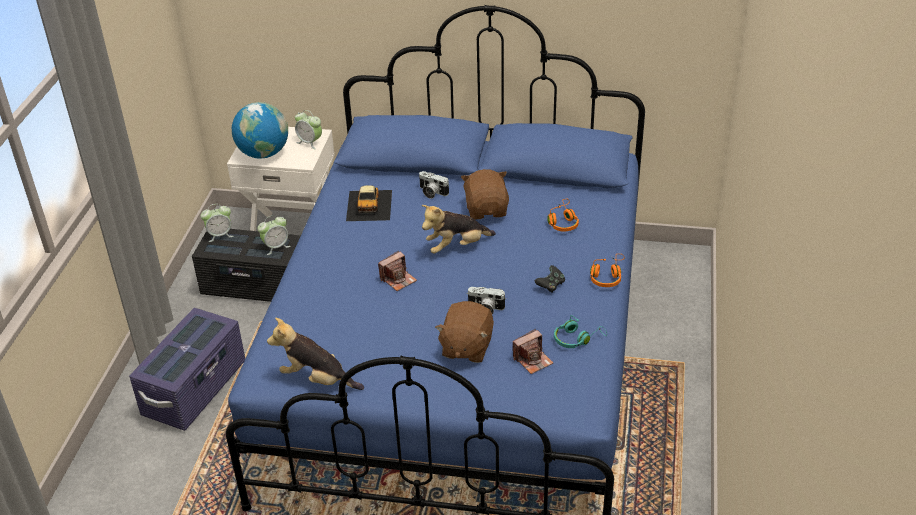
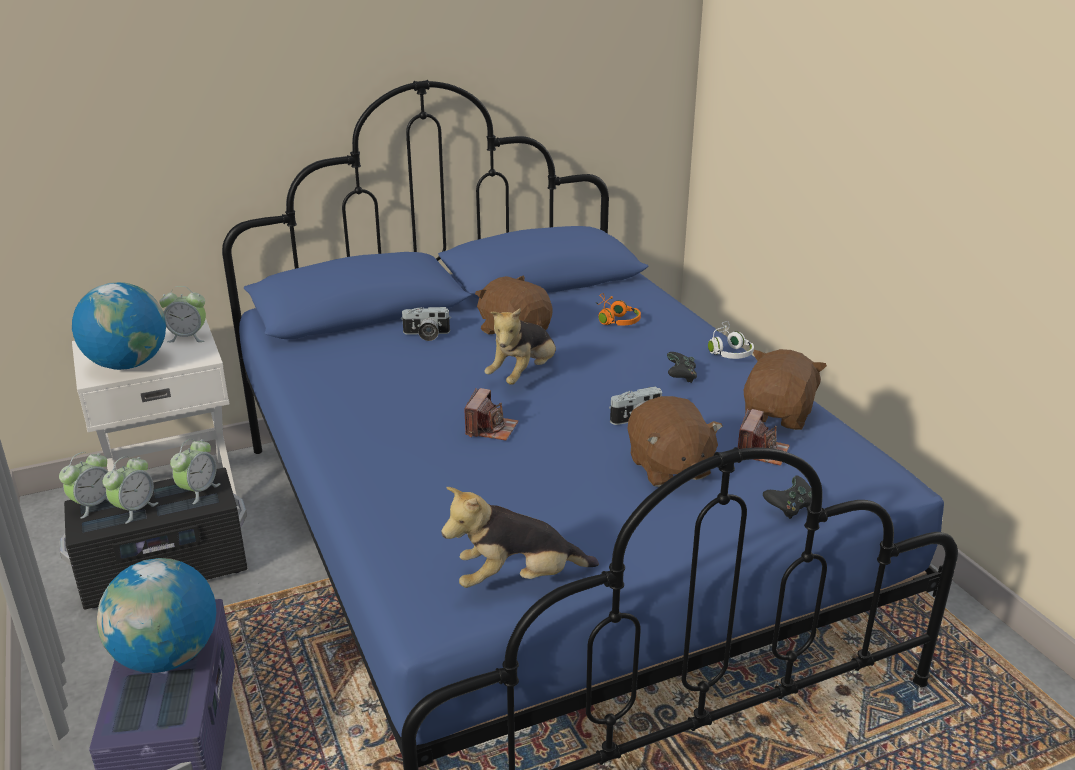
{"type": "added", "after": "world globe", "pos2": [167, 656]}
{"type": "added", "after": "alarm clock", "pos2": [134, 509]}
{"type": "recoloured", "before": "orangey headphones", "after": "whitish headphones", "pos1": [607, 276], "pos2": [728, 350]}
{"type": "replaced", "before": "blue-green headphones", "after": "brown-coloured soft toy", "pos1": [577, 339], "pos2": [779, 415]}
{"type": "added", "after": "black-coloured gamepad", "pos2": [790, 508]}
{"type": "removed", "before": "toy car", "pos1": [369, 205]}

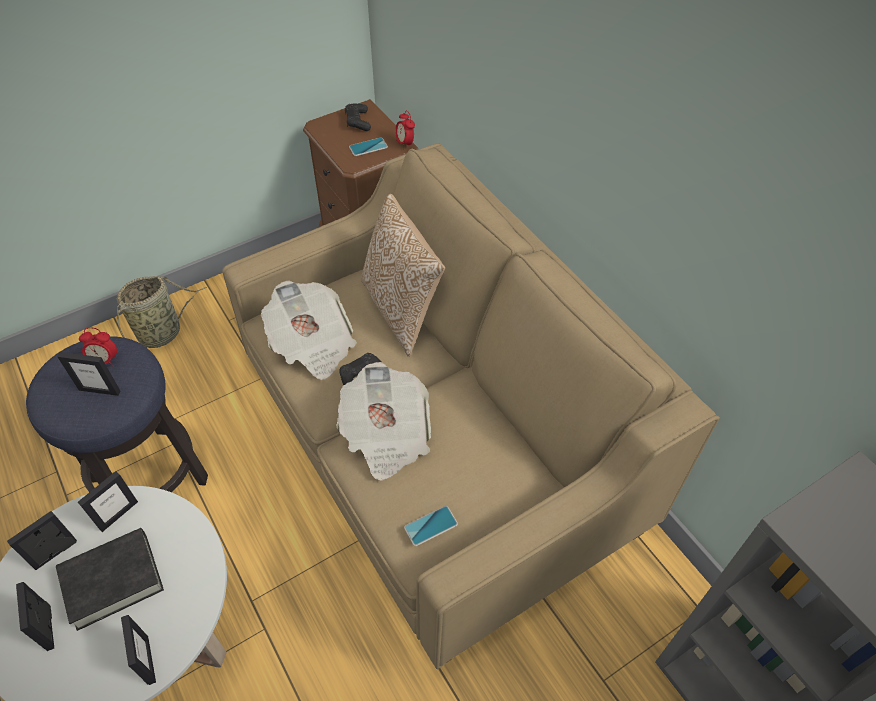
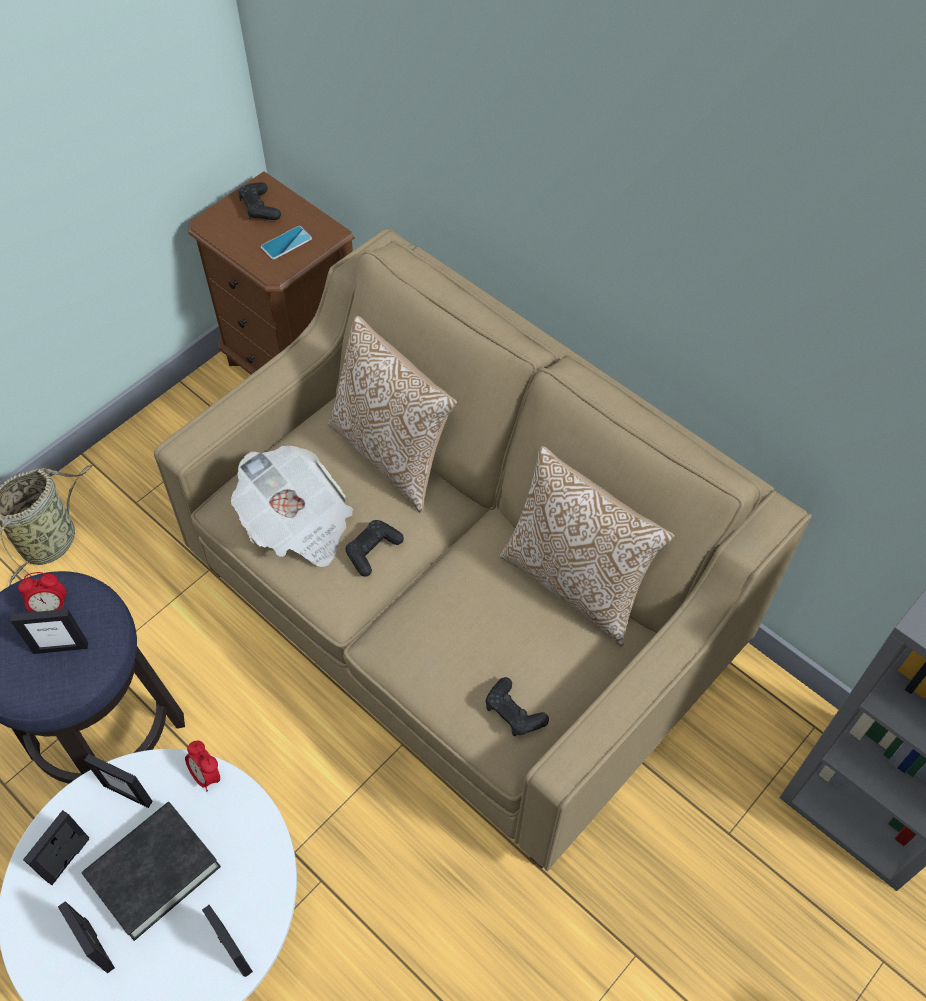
{"type": "turned", "before": "photo frame", "pos1": [118, 514], "pos2": [128, 793], "turn": 90}
{"type": "moved", "before": "alarm clock", "pos1": [405, 144], "pos2": [207, 775]}
{"type": "replaced", "before": "handset", "after": "black-coloured gamepad", "pos1": [430, 526], "pos2": [514, 712]}
{"type": "added", "after": "pillow", "pos2": [576, 582]}
{"type": "removed", "before": "newspaper", "pos1": [386, 436]}

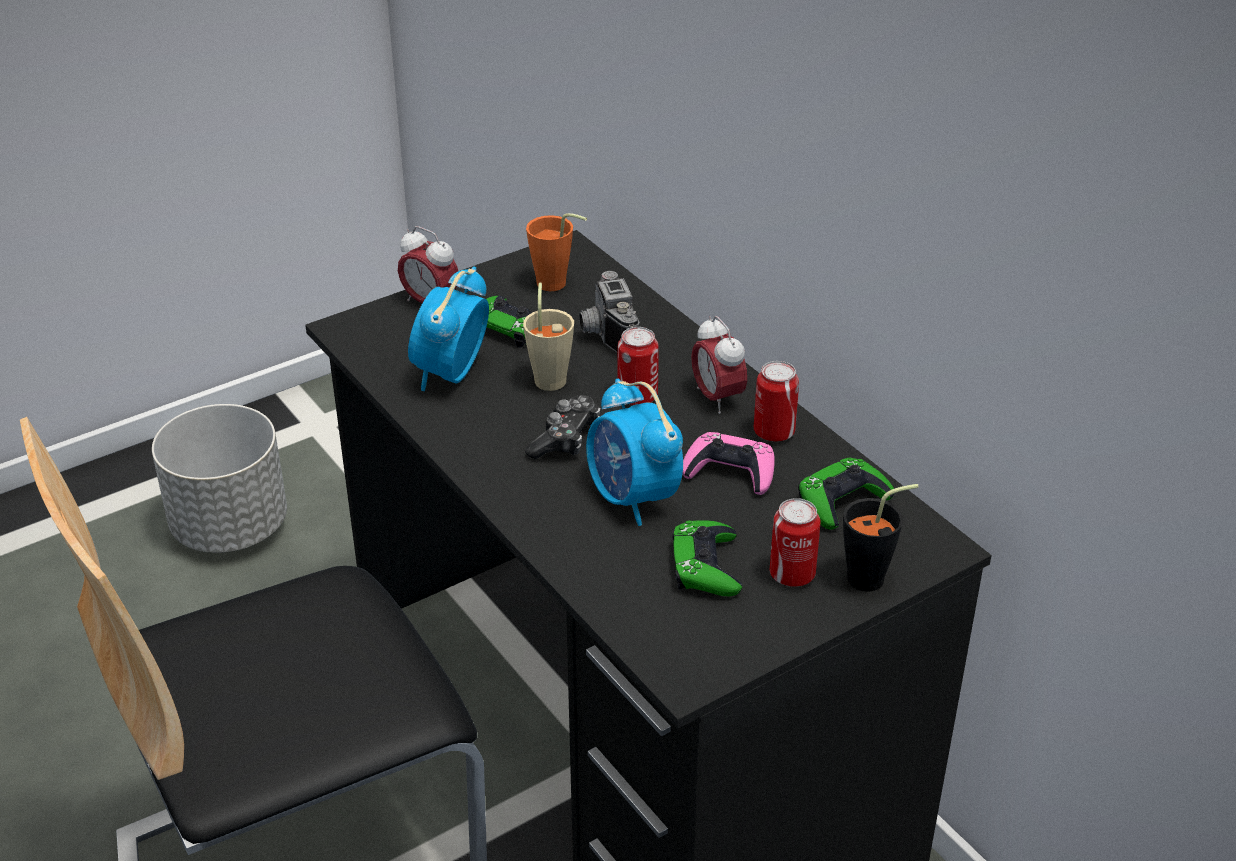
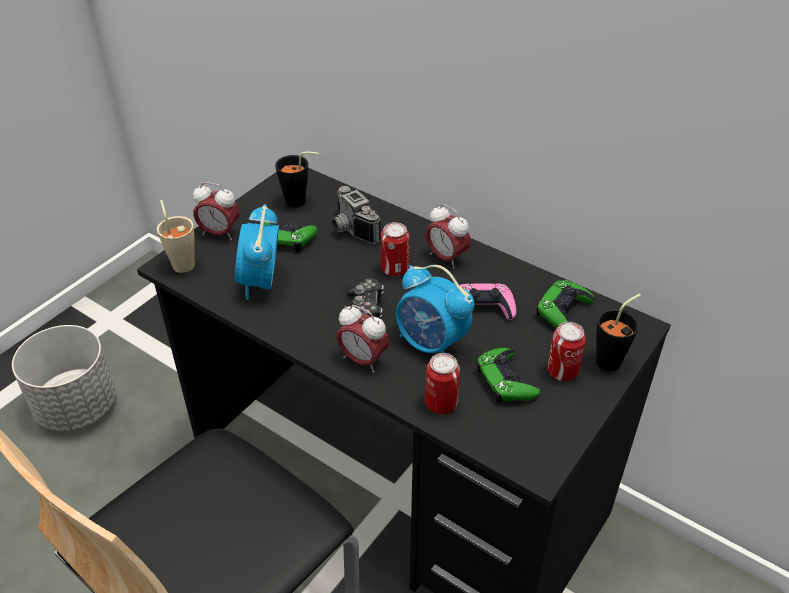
{"type": "moved", "before": "sand-coloured drinking cup", "pos1": [550, 376], "pos2": [182, 262]}
{"type": "recoloured", "before": "orangey drinking cup", "after": "black-coloured drinking cup", "pos1": [557, 285], "pos2": [300, 202]}
{"type": "added", "after": "alarm clock", "pos2": [363, 360]}
{"type": "moved", "before": "can", "pos1": [774, 432], "pos2": [441, 403]}

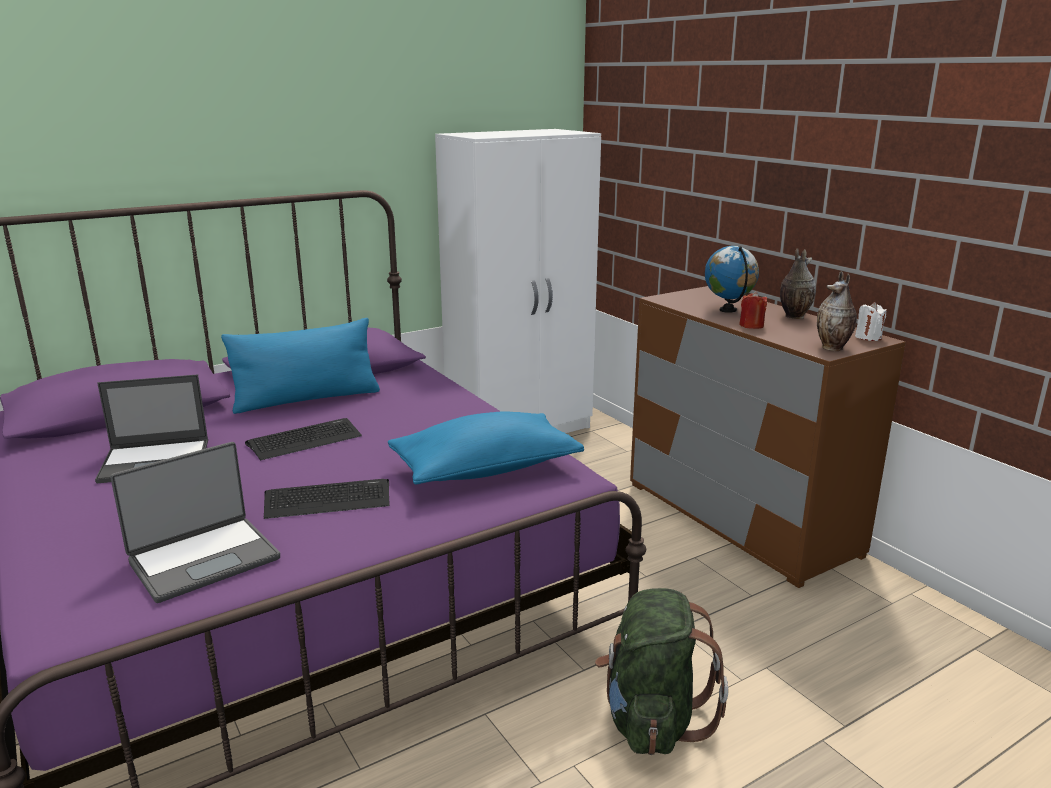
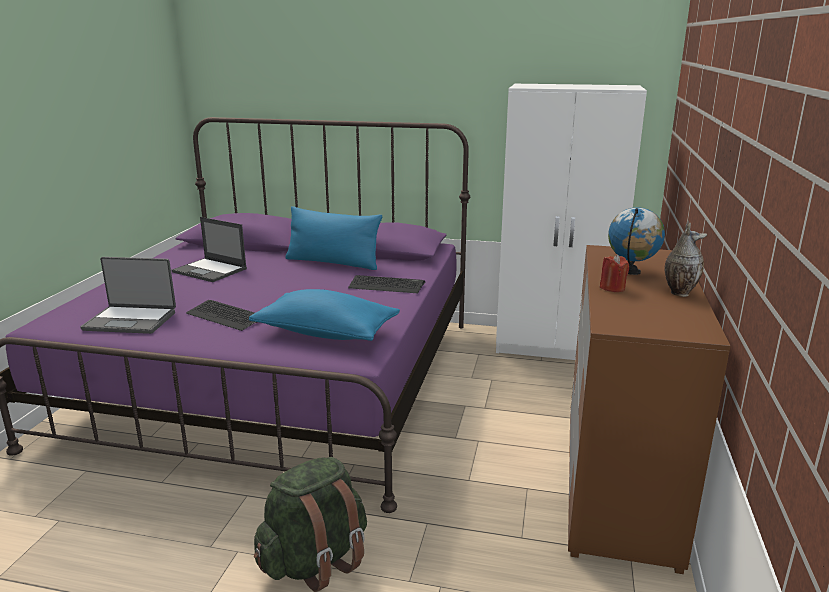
{"type": "moved", "before": "PC keyboard", "pos1": [305, 440], "pos2": [386, 285]}
{"type": "removed", "before": "vase", "pos1": [833, 348]}
{"type": "removed", "before": "whitish wax candle", "pos1": [868, 337]}

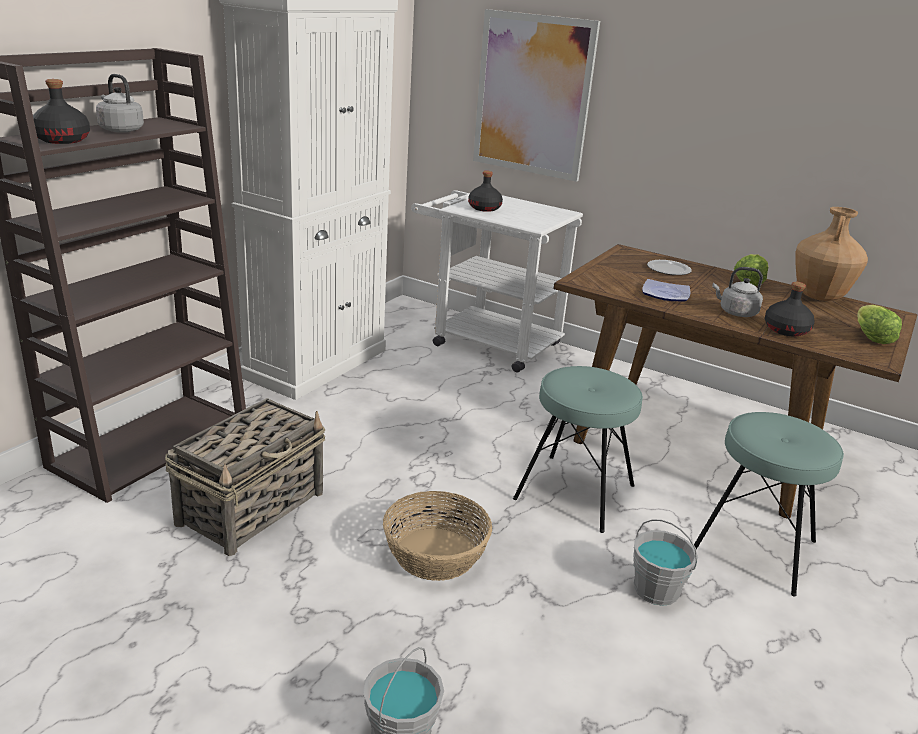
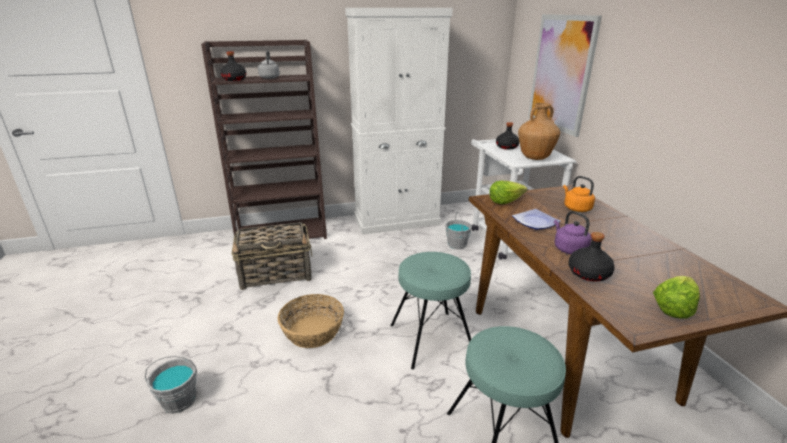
{"type": "moved", "before": "gray water bucket", "pos1": [657, 589], "pos2": [457, 244]}
{"type": "moved", "before": "lettuce", "pos1": [749, 281], "pos2": [505, 201]}
{"type": "moved", "before": "brown-coloured vase", "pos1": [818, 297], "pos2": [535, 158]}
{"type": "recoloured", "before": "gray tea kettle", "after": "purple-coloured tea kettle", "pos1": [735, 312], "pos2": [568, 249]}
{"type": "replaced", "before": "flat dish", "after": "orangey tea kettle", "pos1": [668, 270], "pos2": [576, 208]}

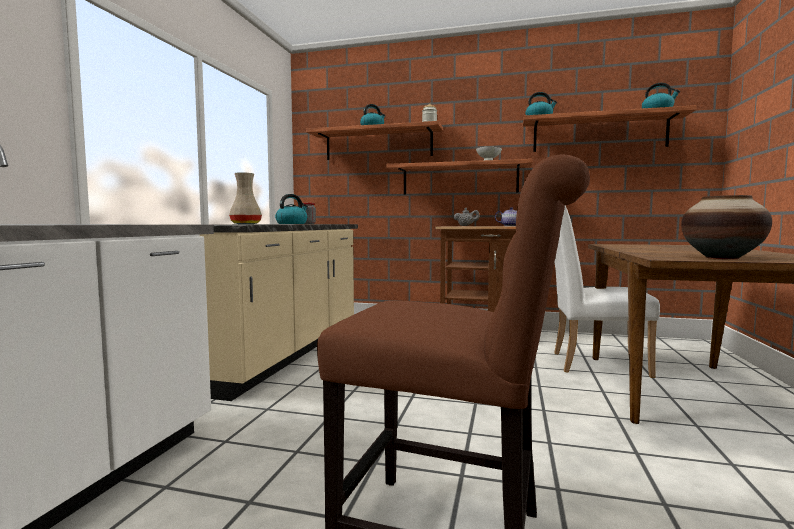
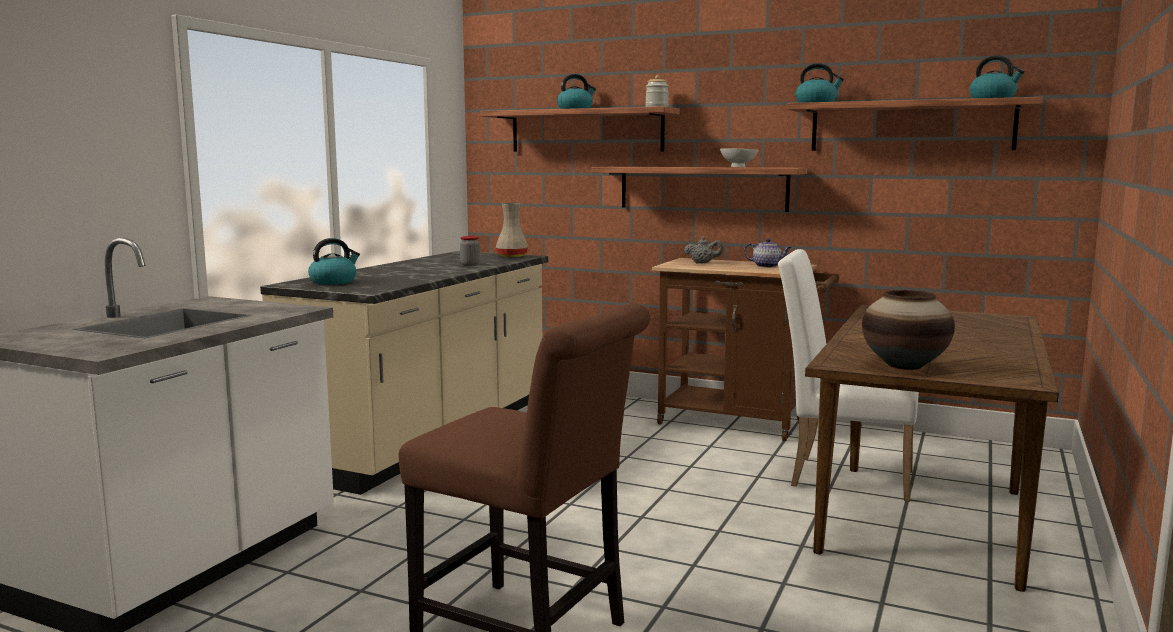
{"type": "moved", "before": "tea kettle", "pos1": [292, 224], "pos2": [334, 282]}
{"type": "moved", "before": "sand-coloured vase", "pos1": [246, 224], "pos2": [512, 256]}

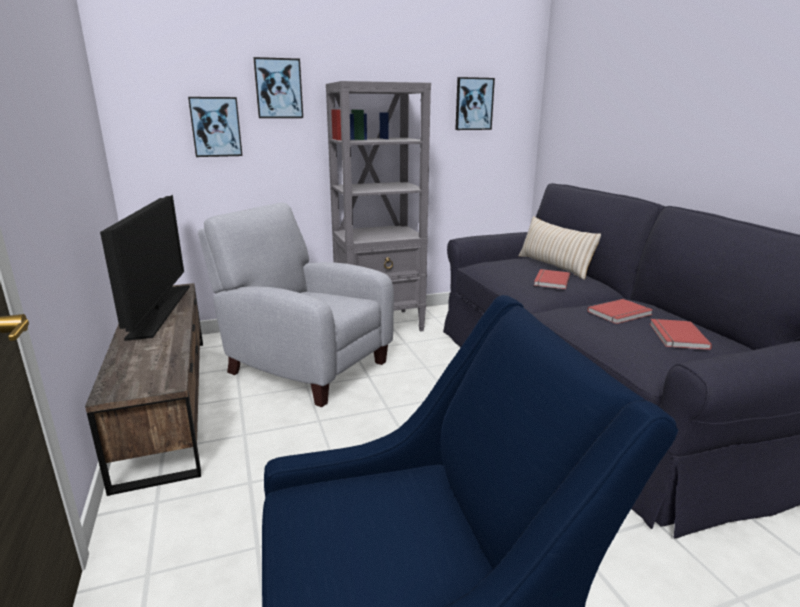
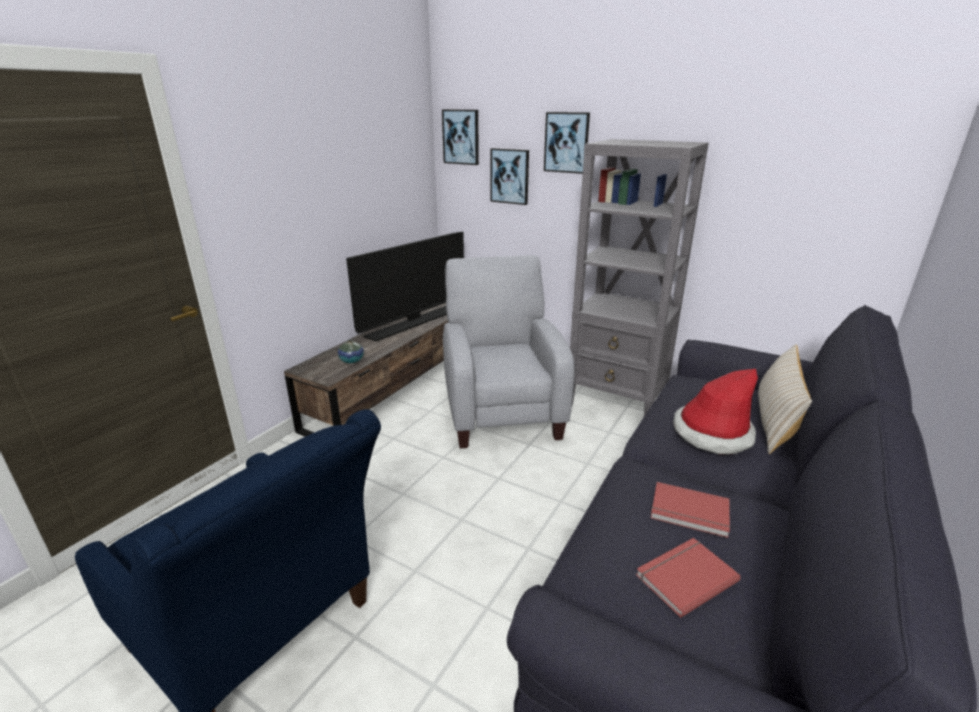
{"type": "added", "after": "vase", "pos2": [351, 360]}
{"type": "moved", "before": "wall picture", "pos1": [474, 104], "pos2": [461, 137]}
{"type": "replaced", "before": "reddish volume", "after": "hat", "pos1": [550, 281], "pos2": [712, 434]}

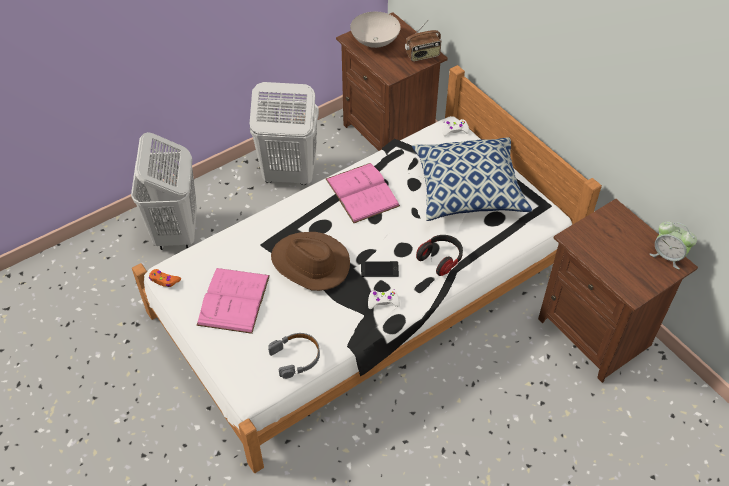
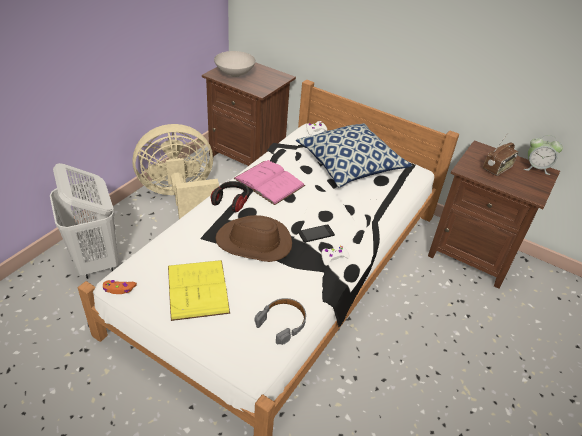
{"type": "replaced", "before": "whitish washing basket", "after": "sand-coloured cooling fan", "pos1": [289, 174], "pos2": [180, 197]}
{"type": "recoloured", "before": "pink-coloured volume", "after": "yellowish volume", "pos1": [233, 300], "pos2": [197, 289]}
{"type": "moved", "before": "headphones", "pos1": [441, 259], "pos2": [231, 201]}
{"type": "moved", "before": "radio receiver", "pos1": [423, 55], "pos2": [497, 169]}

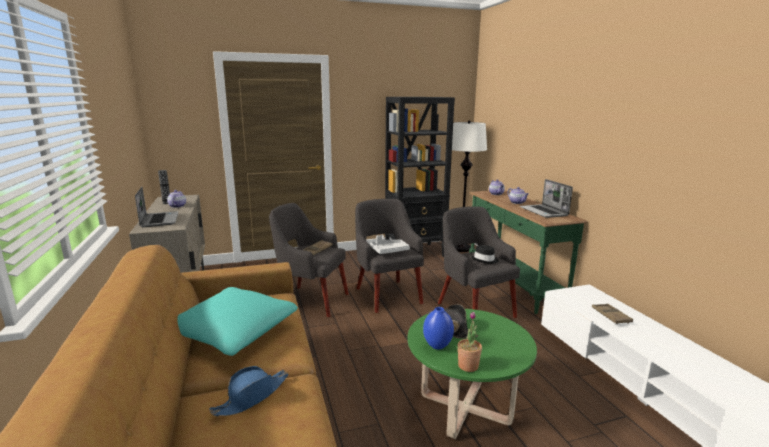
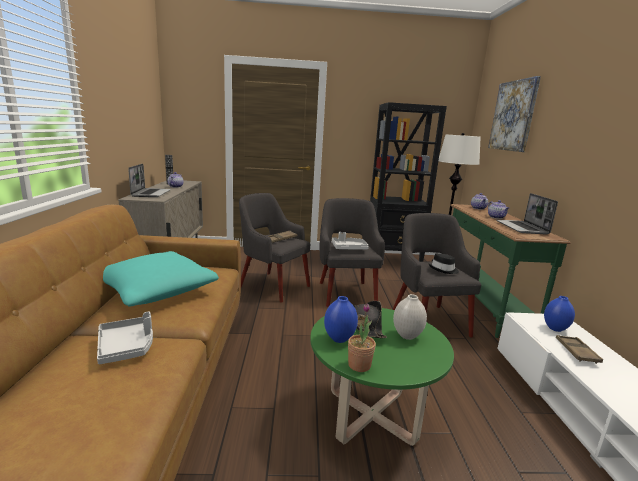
{"type": "replaced", "before": "blue hat", "after": "gray tray", "pos1": [252, 396], "pos2": [127, 347]}
{"type": "added", "after": "whitish vase", "pos2": [407, 336]}
{"type": "added", "after": "wall picture", "pos2": [513, 116]}
{"type": "added", "after": "blue vase", "pos2": [554, 328]}

